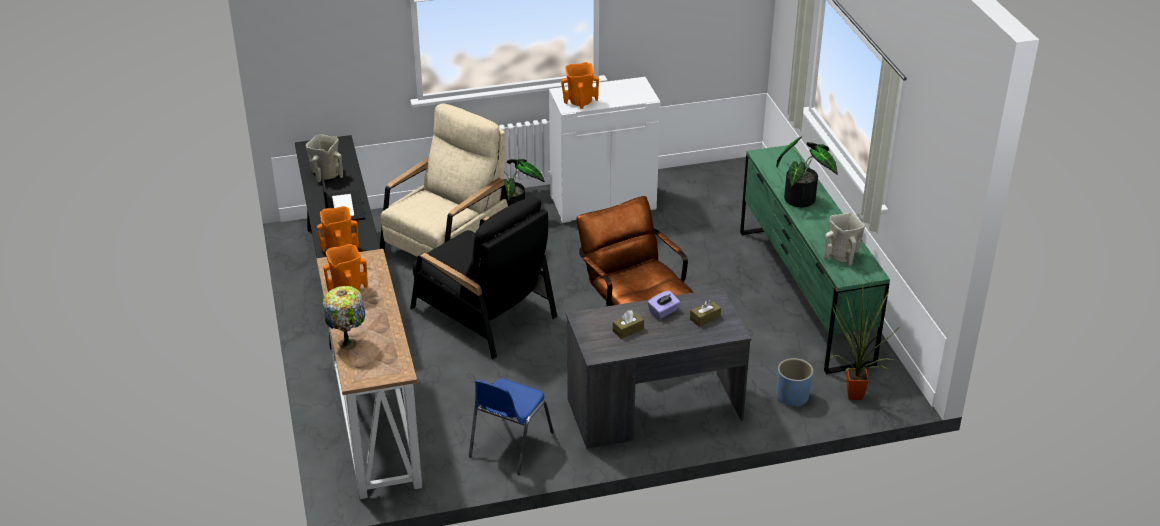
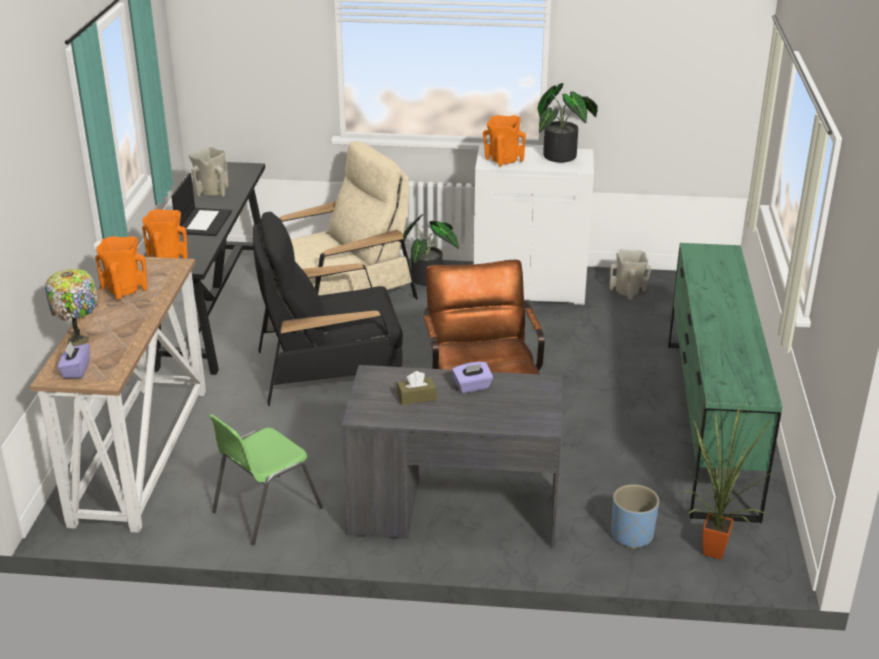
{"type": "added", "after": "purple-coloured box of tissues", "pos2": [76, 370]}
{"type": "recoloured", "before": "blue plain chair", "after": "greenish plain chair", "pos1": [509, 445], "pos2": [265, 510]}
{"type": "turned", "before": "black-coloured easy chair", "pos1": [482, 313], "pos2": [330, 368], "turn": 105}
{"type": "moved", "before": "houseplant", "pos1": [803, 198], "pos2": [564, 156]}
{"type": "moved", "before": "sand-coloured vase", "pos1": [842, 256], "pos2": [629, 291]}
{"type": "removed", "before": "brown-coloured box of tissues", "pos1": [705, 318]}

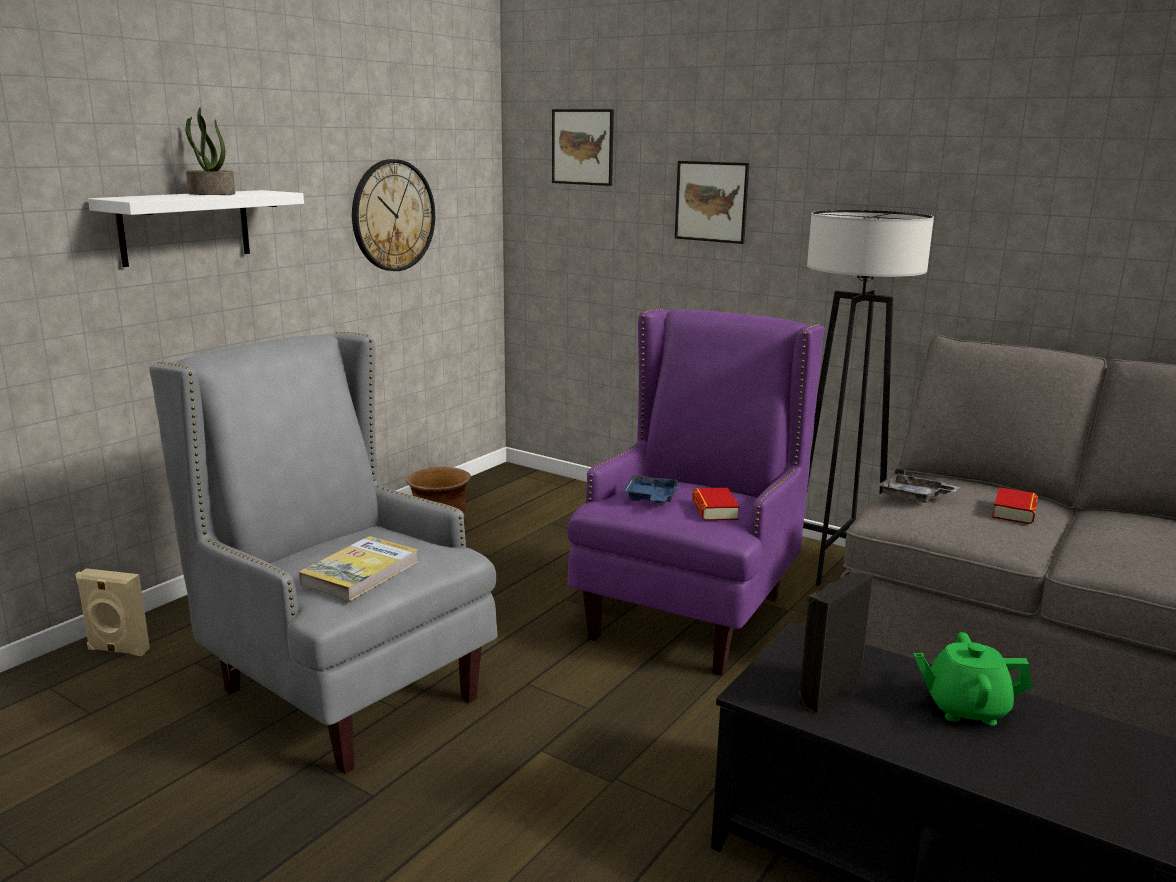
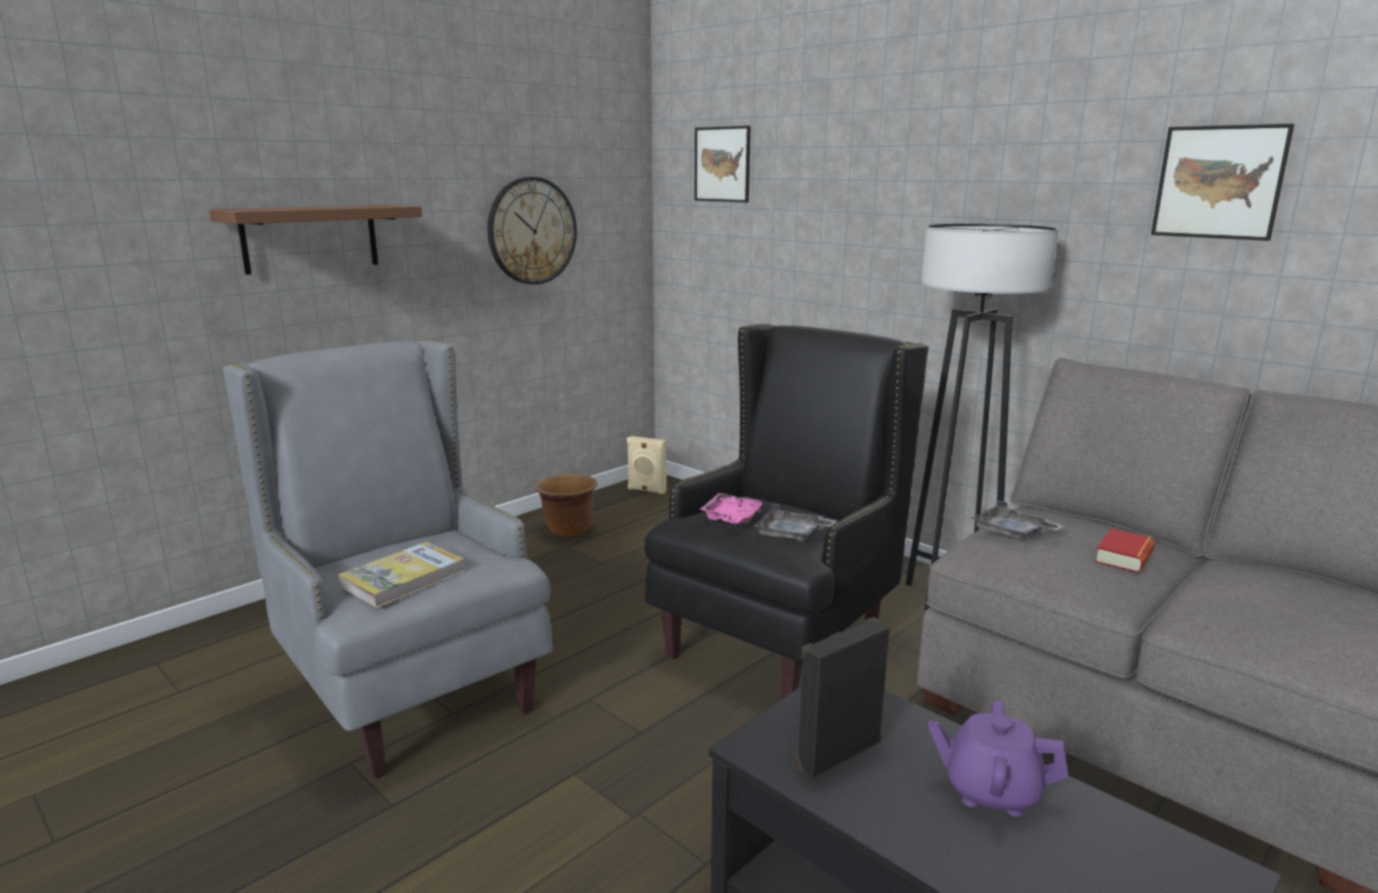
{"type": "recoloured", "before": "whitish wall shelf", "after": "brown-coloured wall shelf", "pos1": [185, 227], "pos2": [310, 238]}
{"type": "moved", "before": "sand-coloured loudspeaker", "pos1": [117, 650], "pos2": [646, 490]}
{"type": "recoloured", "before": "purple-coloured easy chair", "after": "black-coloured easy chair", "pos1": [688, 615], "pos2": [777, 640]}
{"type": "recoloured", "before": "blue tray", "after": "pink-coloured tray", "pos1": [651, 498], "pos2": [732, 518]}
{"type": "replaced", "before": "volume", "after": "gray tray", "pos1": [714, 510], "pos2": [792, 534]}
{"type": "recoloured", "before": "greenish tea pot", "after": "purple-coloured tea pot", "pos1": [965, 708], "pos2": [991, 791]}
{"type": "moved", "before": "wall picture", "pos1": [711, 201], "pos2": [1219, 182]}
{"type": "removed", "before": "houseplant", "pos1": [211, 194]}

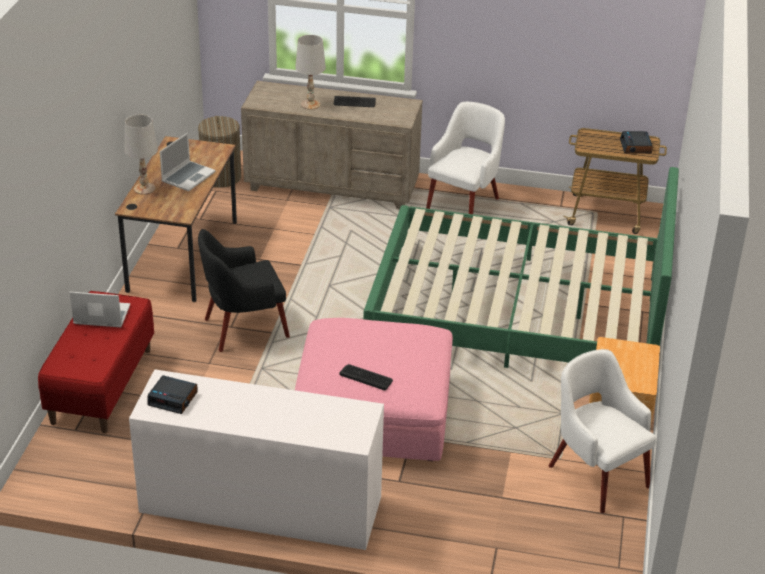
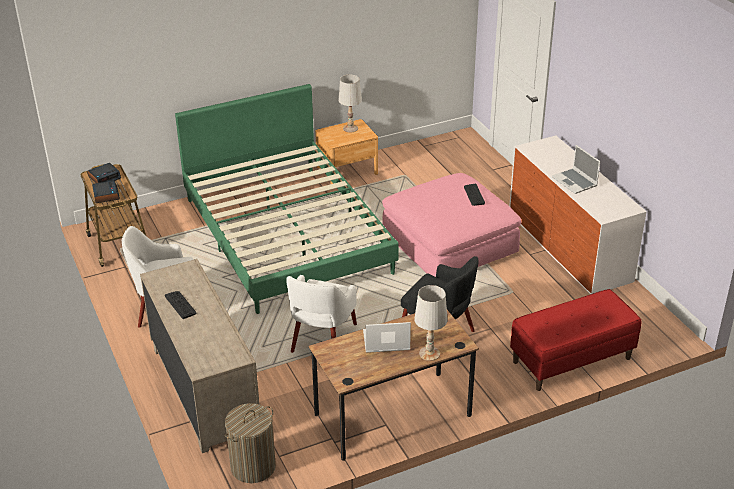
{"type": "moved", "before": "alarm clock", "pos1": [173, 399], "pos2": [106, 195]}
{"type": "moved", "before": "whitish easy chair", "pos1": [596, 474], "pos2": [322, 339]}
{"type": "moved", "before": "whitish tabletop lamp", "pos1": [310, 104], "pos2": [350, 128]}
{"type": "moved", "before": "notebook computer", "pos1": [101, 315], "pos2": [575, 182]}

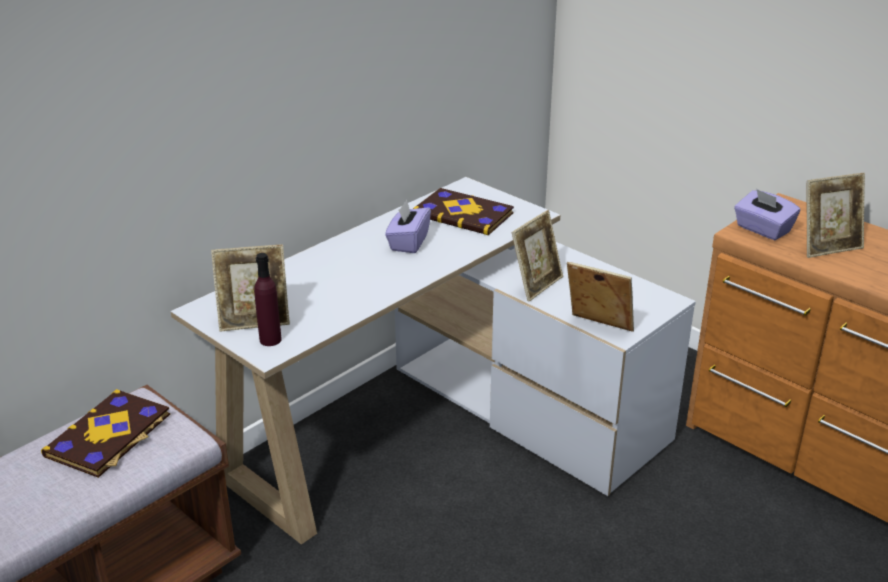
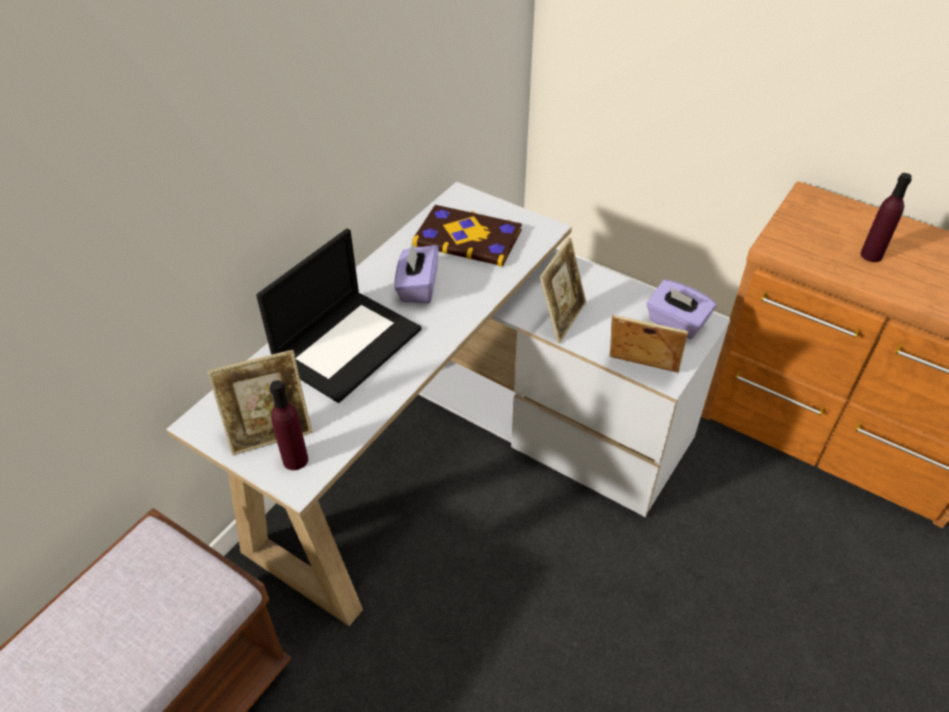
{"type": "added", "after": "notebook computer", "pos2": [347, 344]}
{"type": "moved", "before": "purple-coloured box of tissues", "pos1": [762, 230], "pos2": [676, 323]}
{"type": "replaced", "before": "photo frame", "after": "purple-coloured beverage bottle", "pos1": [828, 247], "pos2": [871, 255]}
{"type": "removed", "before": "volume", "pos1": [109, 436]}

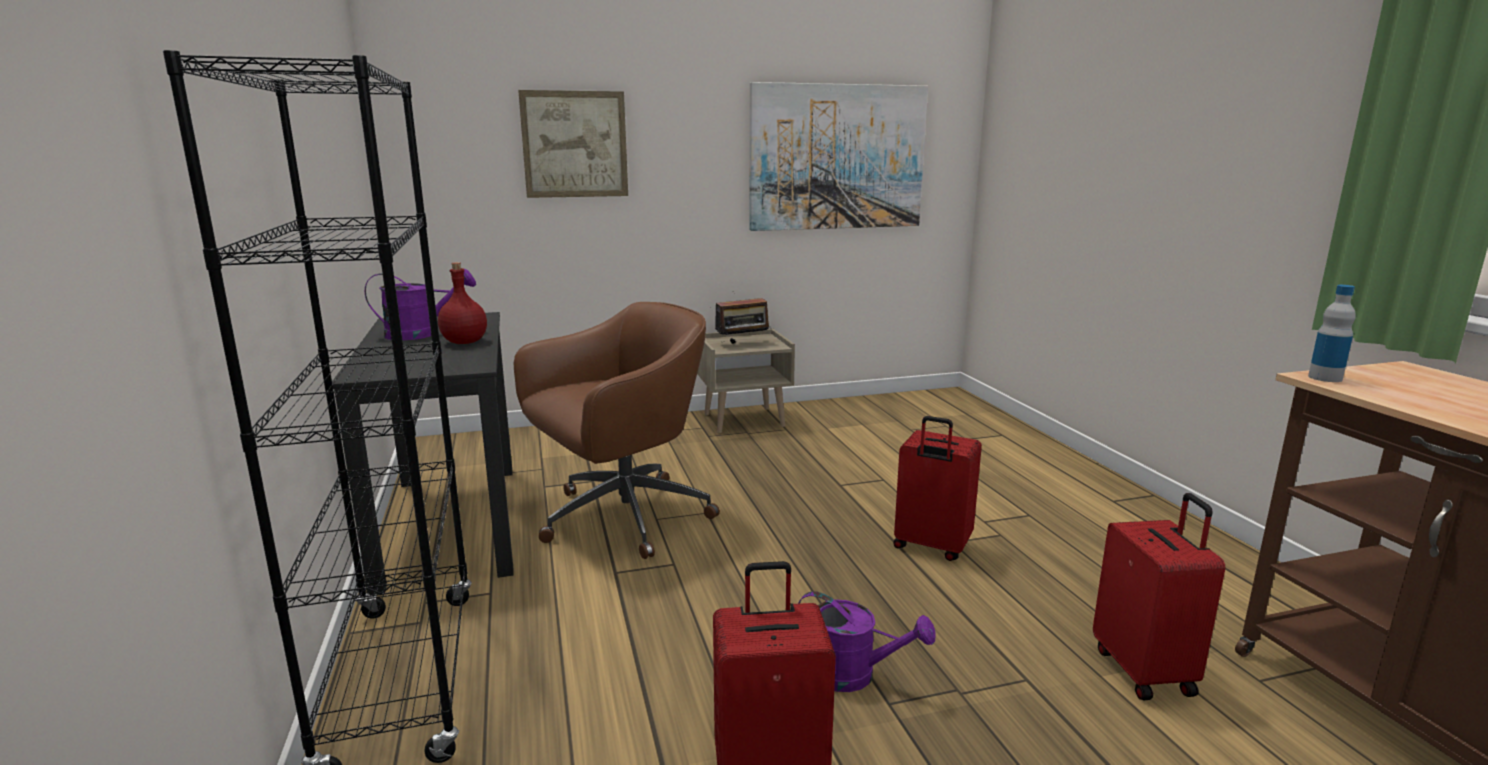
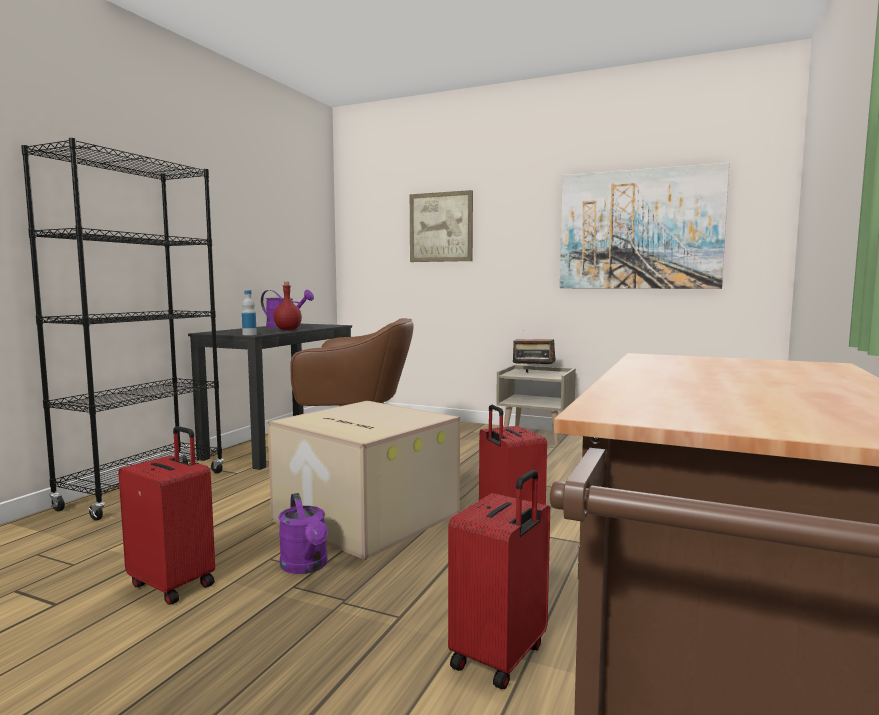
{"type": "moved", "before": "beverage bottle", "pos1": [1325, 378], "pos2": [249, 334]}
{"type": "added", "after": "carton", "pos2": [363, 517]}

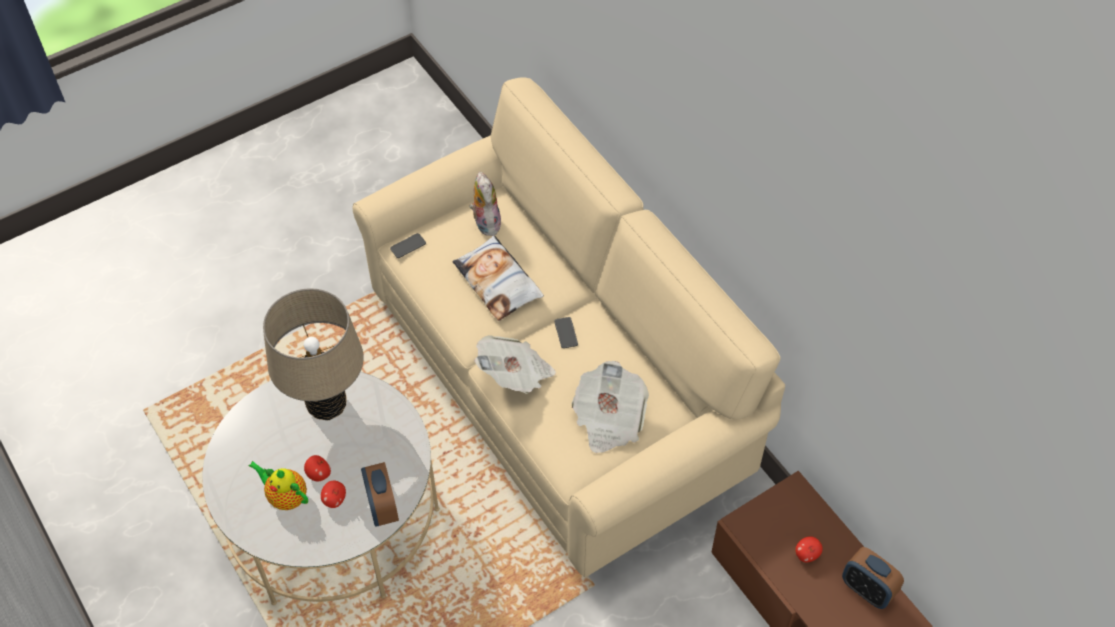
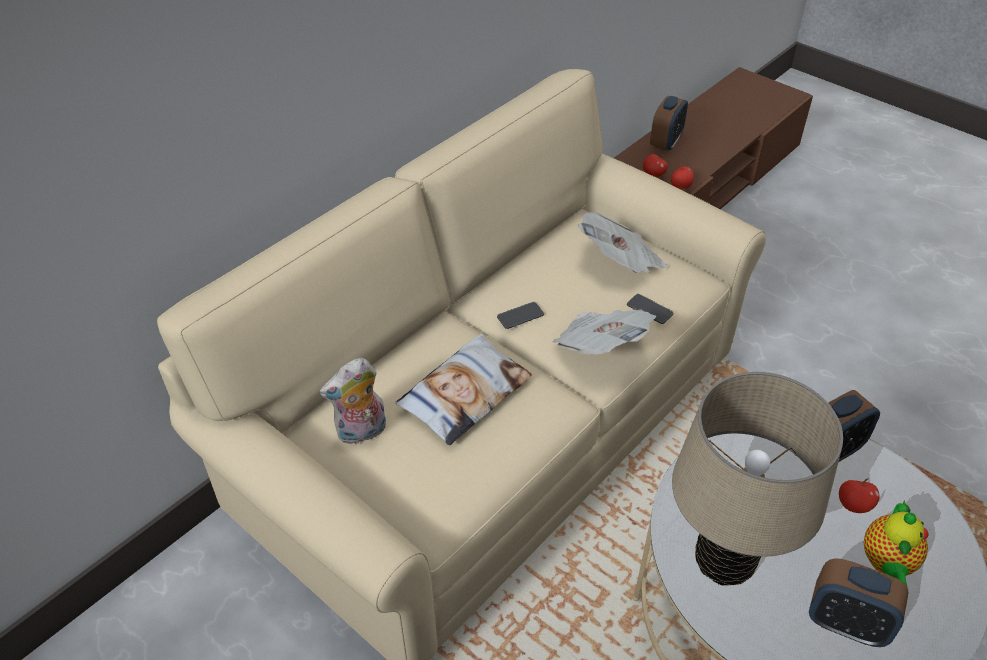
{"type": "moved", "before": "handset", "pos1": [408, 246], "pos2": [649, 309]}
{"type": "moved", "before": "whole apple", "pos1": [319, 474], "pos2": [680, 187]}
{"type": "added", "after": "alarm clock", "pos2": [846, 623]}

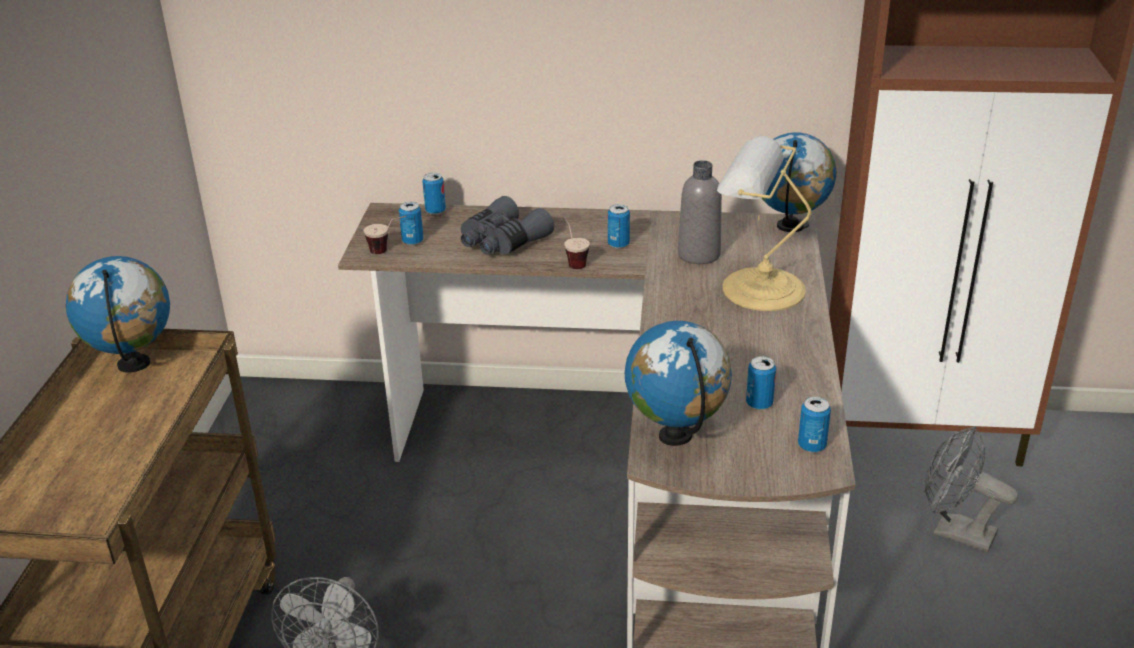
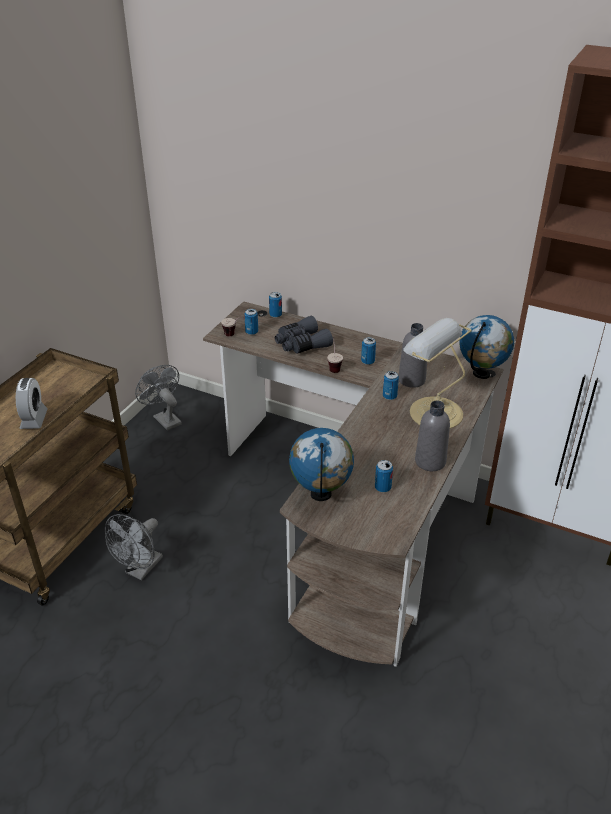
{"type": "added", "after": "alarm clock", "pos2": [34, 419]}
{"type": "moved", "before": "gray cooling fan", "pos1": [954, 532], "pos2": [164, 418]}
{"type": "moved", "before": "can", "pos1": [812, 445], "pos2": [389, 396]}
{"type": "added", "after": "gray beverage bottle", "pos2": [430, 461]}
{"type": "removed", "before": "world globe", "pos1": [134, 364]}

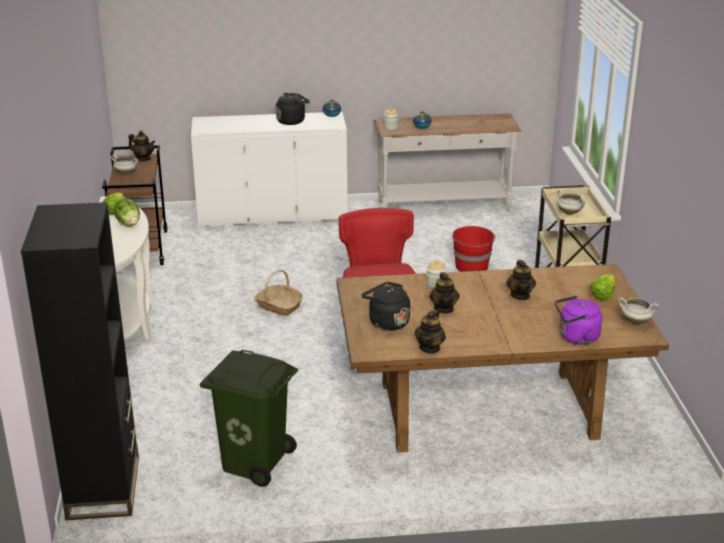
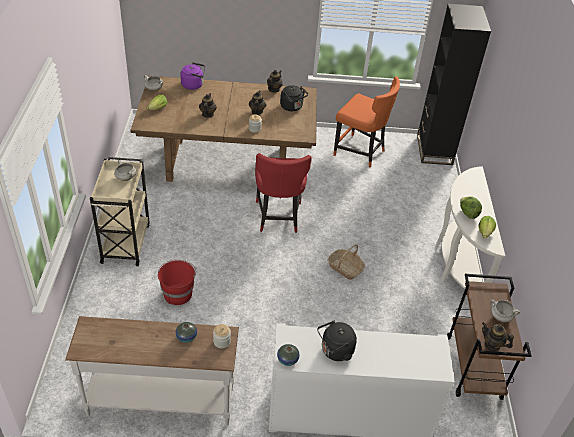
{"type": "replaced", "before": "greenish waste bin", "after": "orangey plain chair", "pos1": [254, 461], "pos2": [360, 152]}

